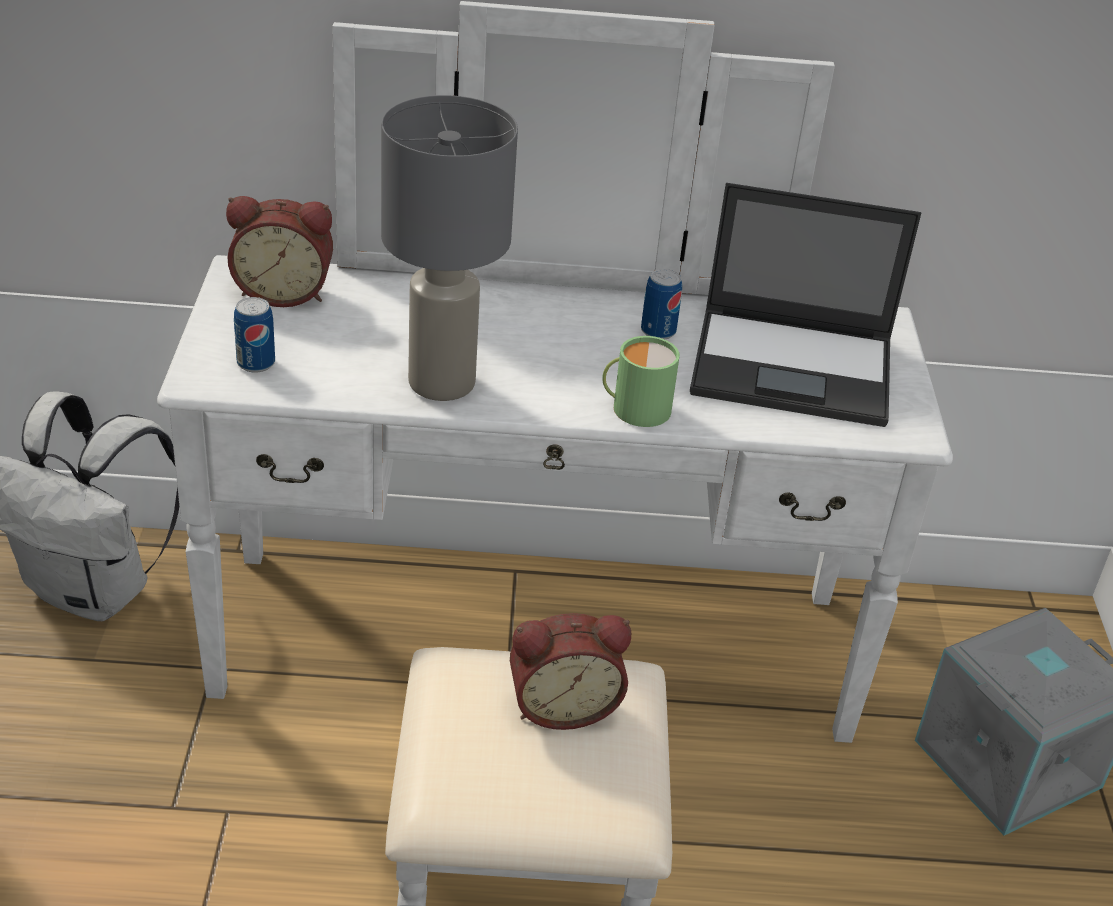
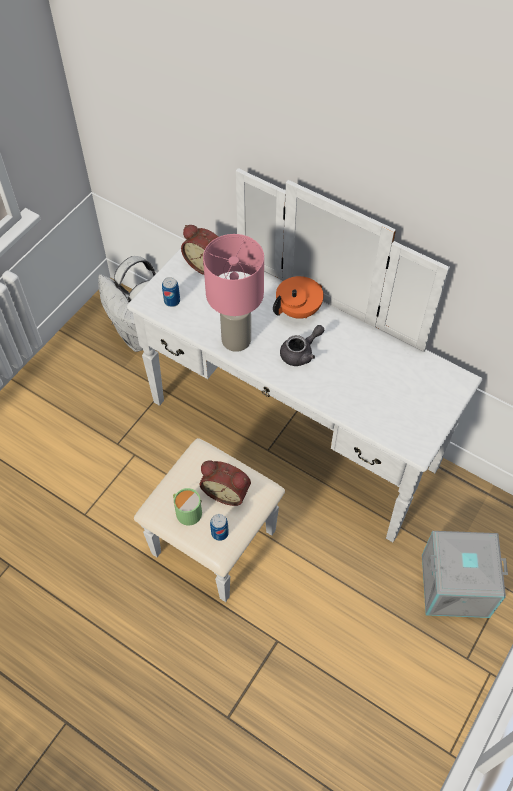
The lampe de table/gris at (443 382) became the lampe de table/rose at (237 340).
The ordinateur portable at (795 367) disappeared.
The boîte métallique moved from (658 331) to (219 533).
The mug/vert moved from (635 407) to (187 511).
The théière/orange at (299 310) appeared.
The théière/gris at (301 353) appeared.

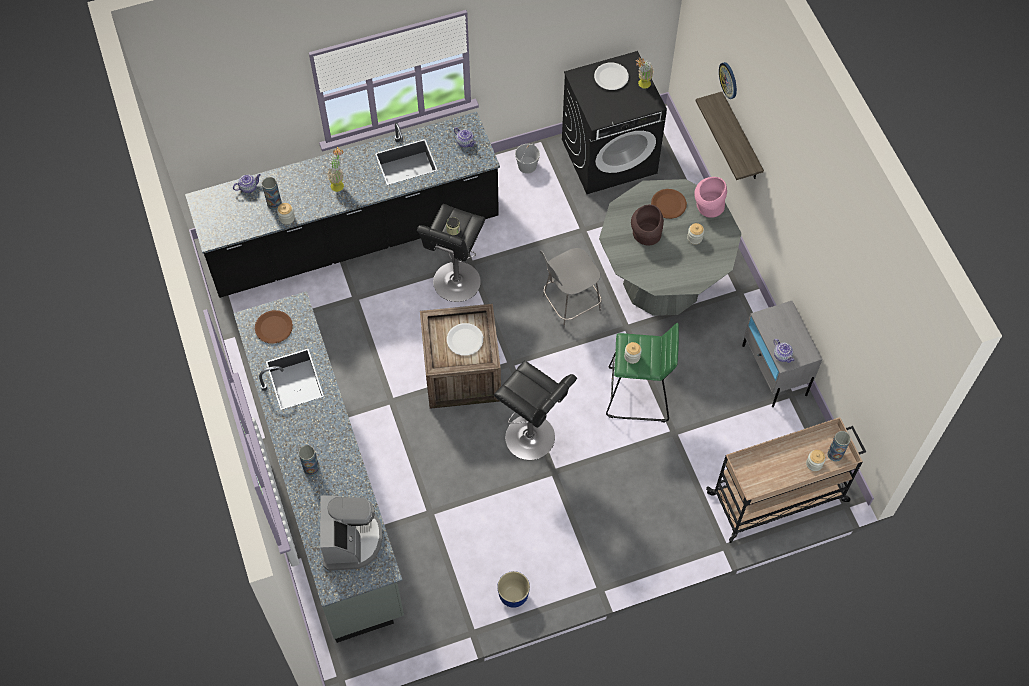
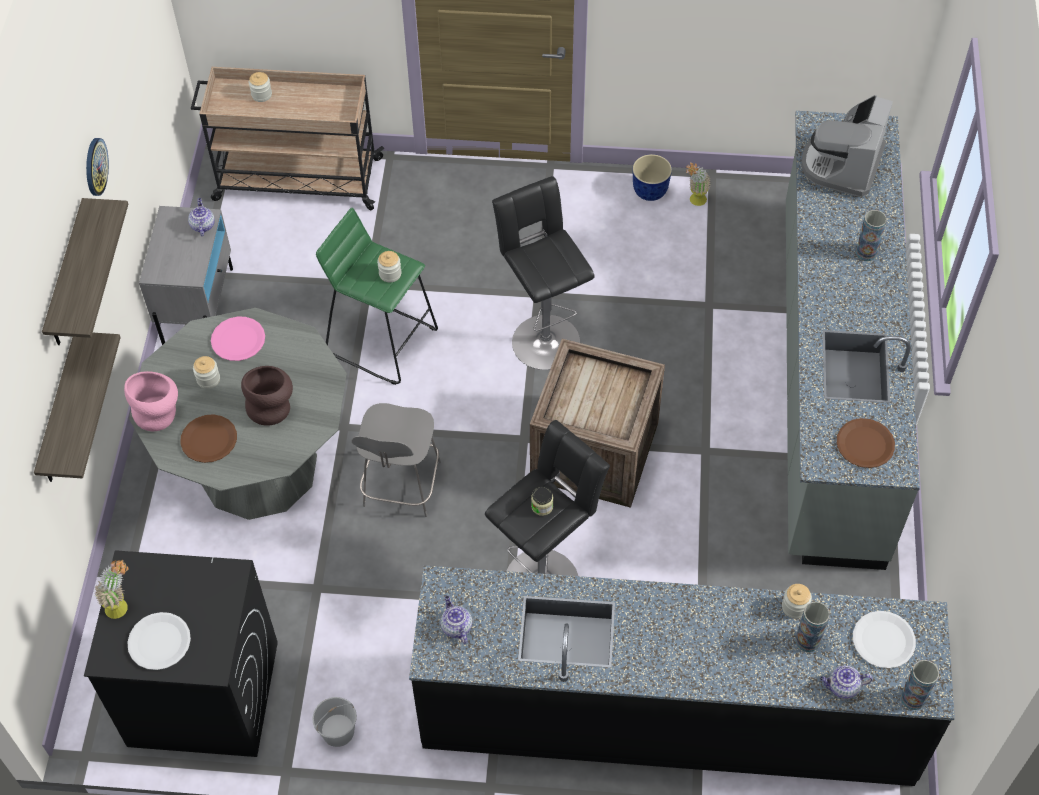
The horloge murale moved from (728 80) to (95 166).
The plante en pot moved from (338 183) to (695 202).
The chaise/gris at (569 304) turned 105 degrees clockwise.
The assiette/blanc moved from (465 340) to (883 640).
The vase moved from (835 454) to (913 698).
The étagère at (67 277) appeared.
The assiette/rose at (238 340) appeared.

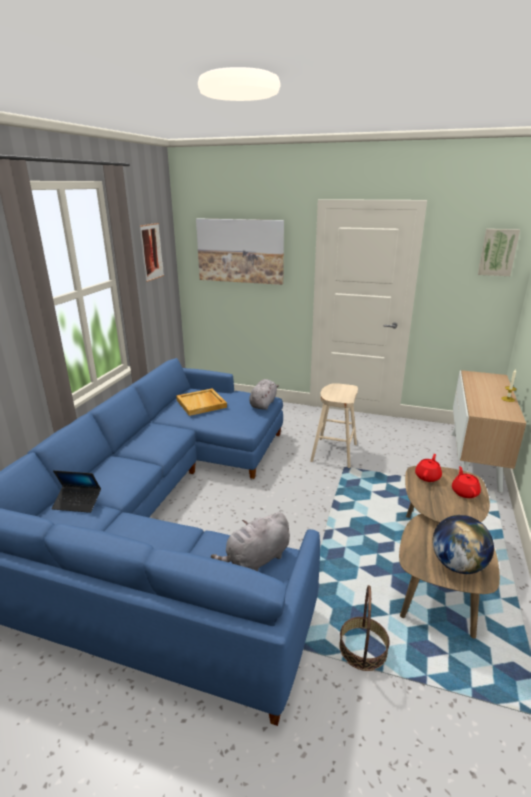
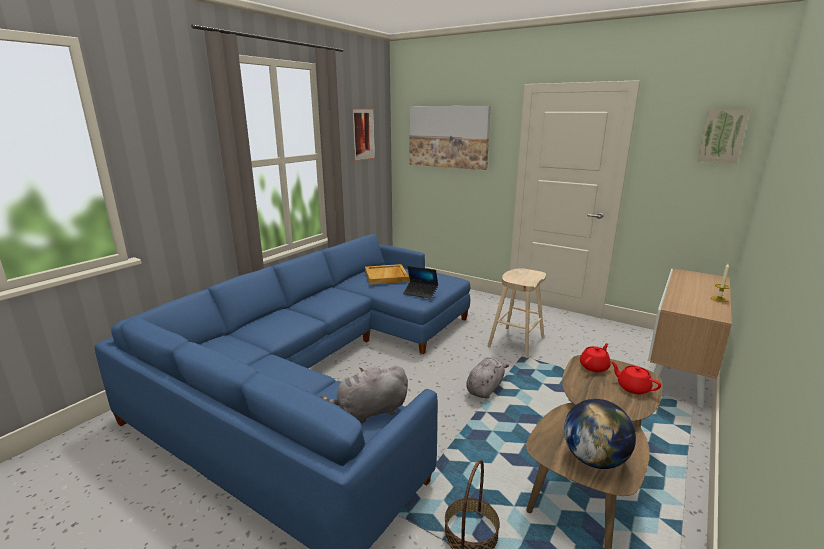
The peluche/gris moved from (263 404) to (485 388).
The théière/rouge at (464 492) turned 60 degrees counterclockwise.
The ordinateur portable moved from (77 502) to (420 293).

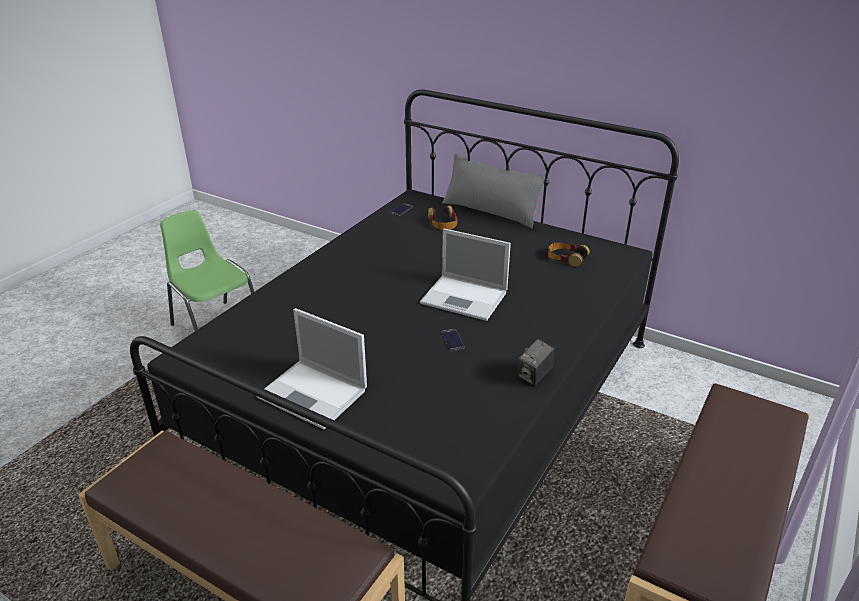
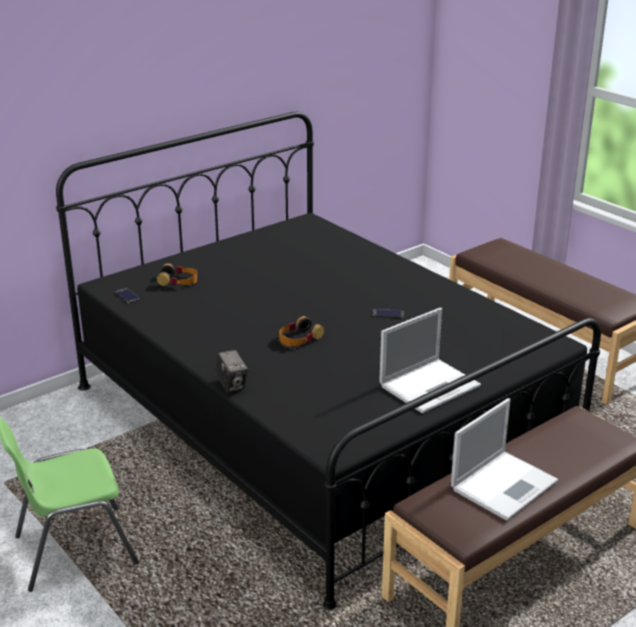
The coussin/gris at (491 211) disappeared.
The ordinateur portable moved from (465 298) to (505 484).
The casque audio moved from (566 258) to (299 338).
The appareil photo moved from (534 376) to (231 385).

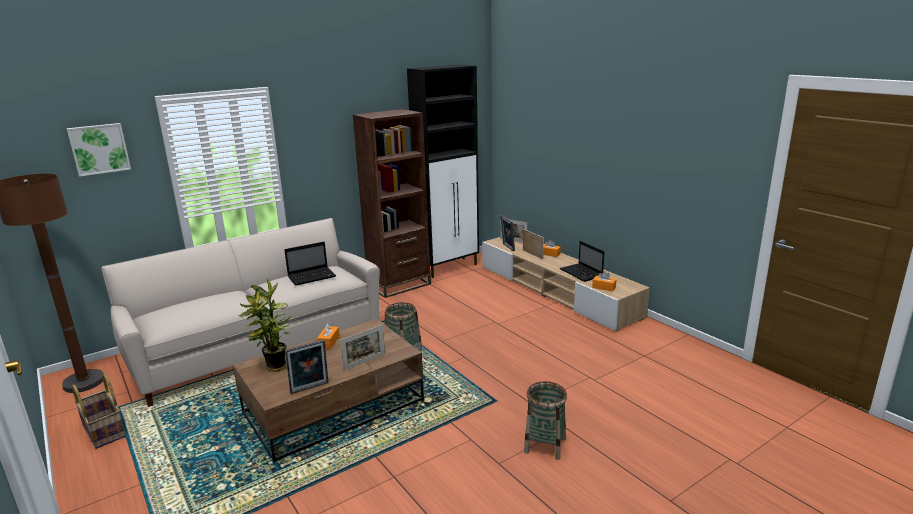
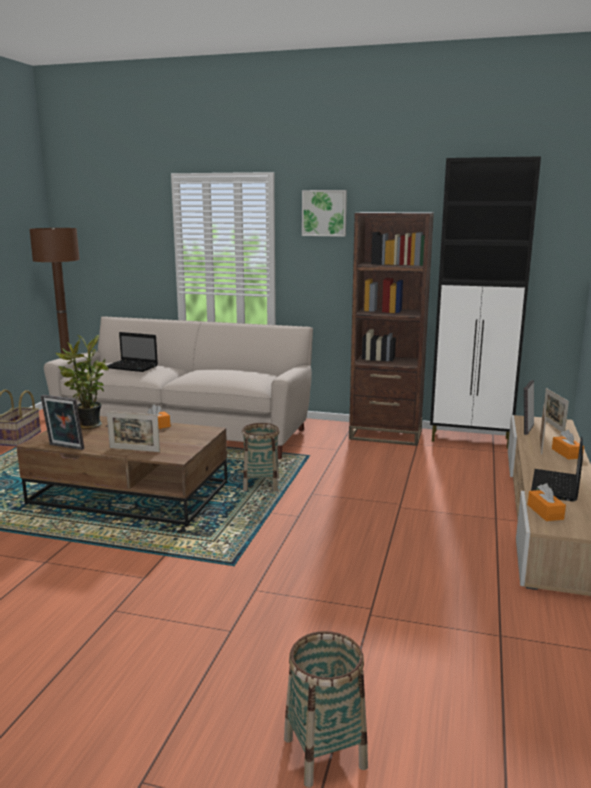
The tableau moved from (99 149) to (324 213).
The ordinateur portable moved from (312 276) to (132 367).
The panier moved from (545 445) to (325 752).

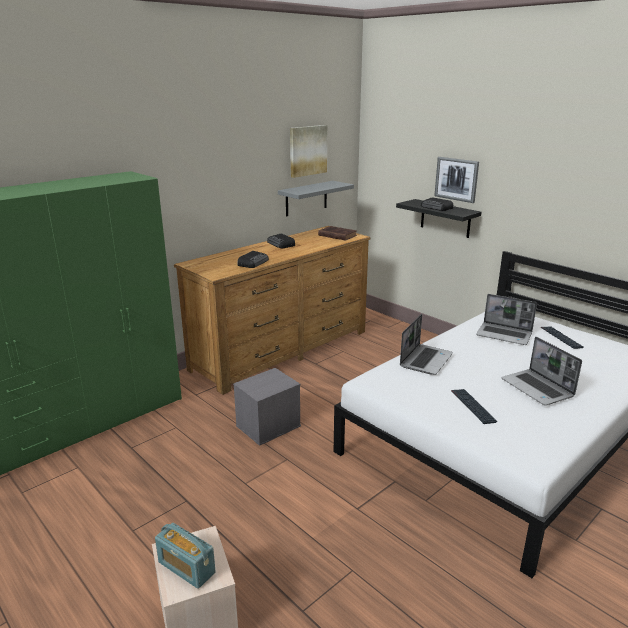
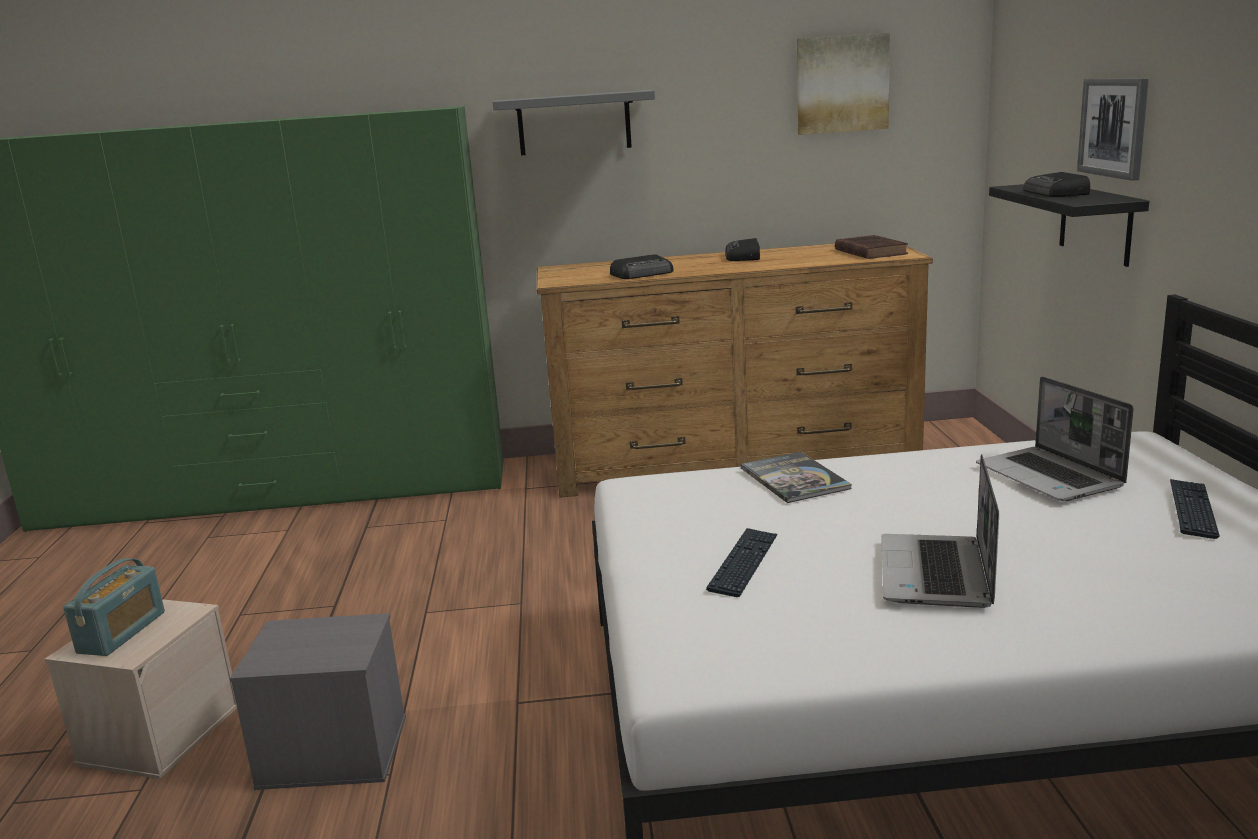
The étagère/gris moved from (306 198) to (574 123).
The ordinateur portable at (425 360) was replaced by the livre at (794 479).
The boîte de rangement/gris moved from (268 426) to (331 753).
The radio at (186 567) turned 150 degrees counterclockwise.

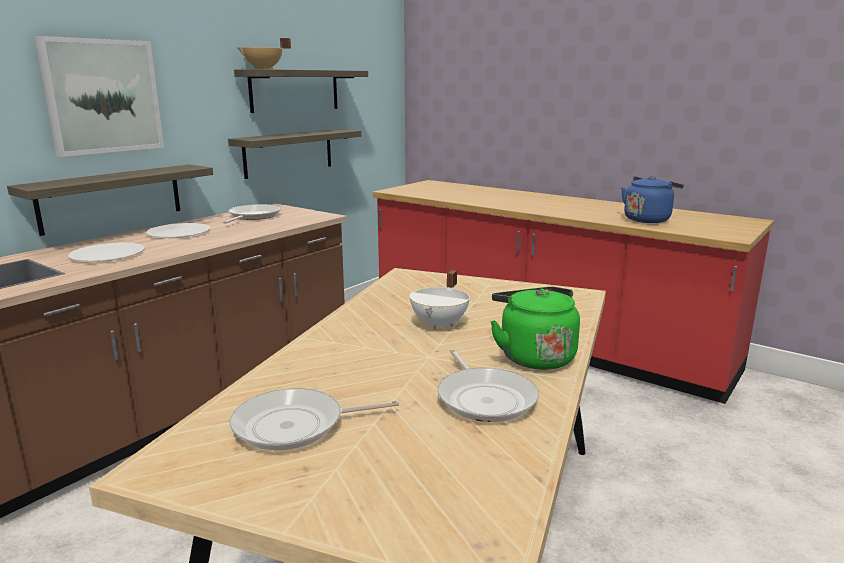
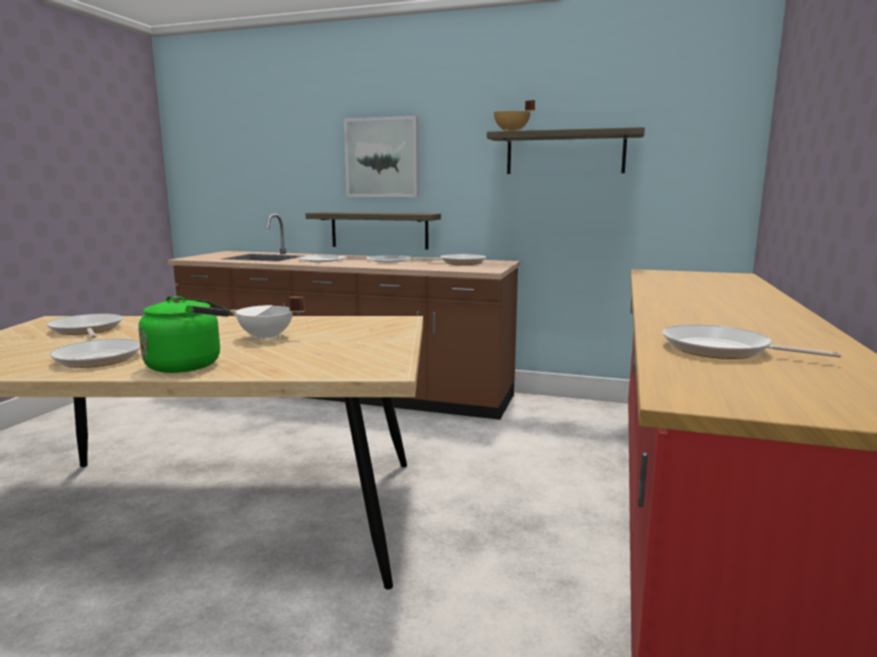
The étagère at (289 153) disappeared.
The bouilloire/bleu at (648 219) was replaced by the poêle at (722 350).

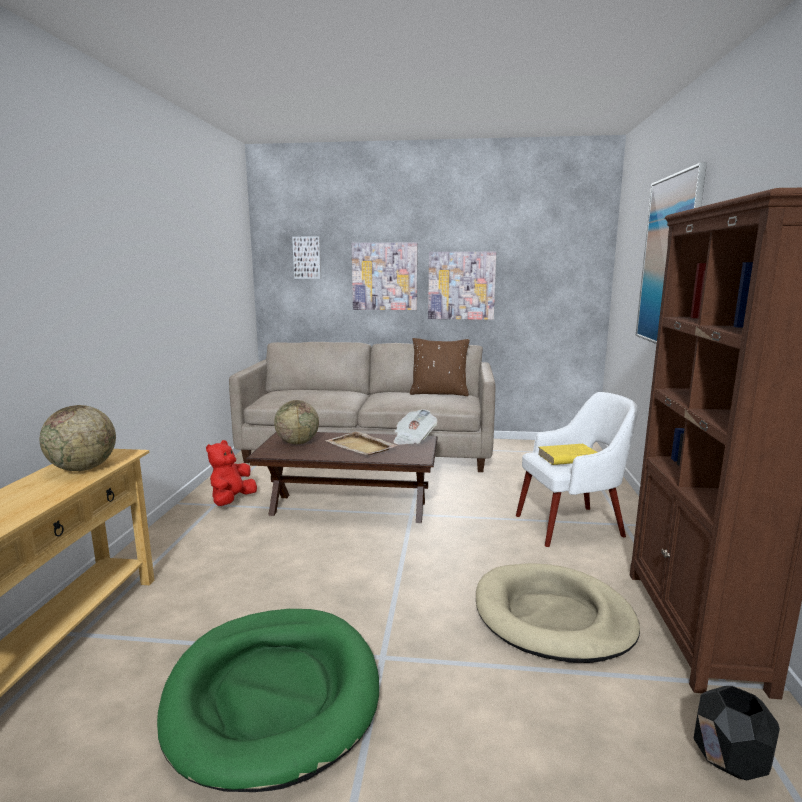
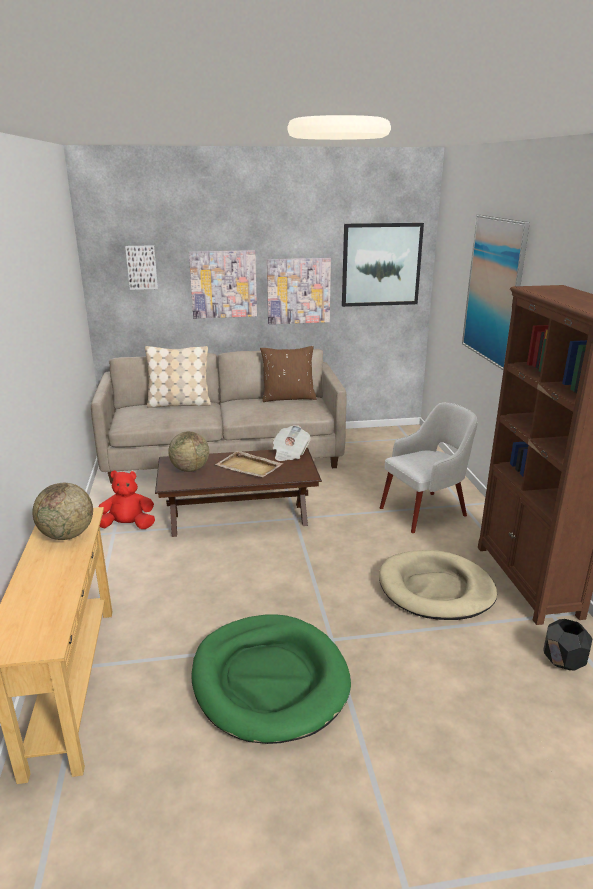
The peluche/rouge at (232 500) turned 75 degrees clockwise.
The livre/jaune at (568 458) disappeared.
The tableau at (381 265) appeared.
The coussin/beige at (179 404) appeared.

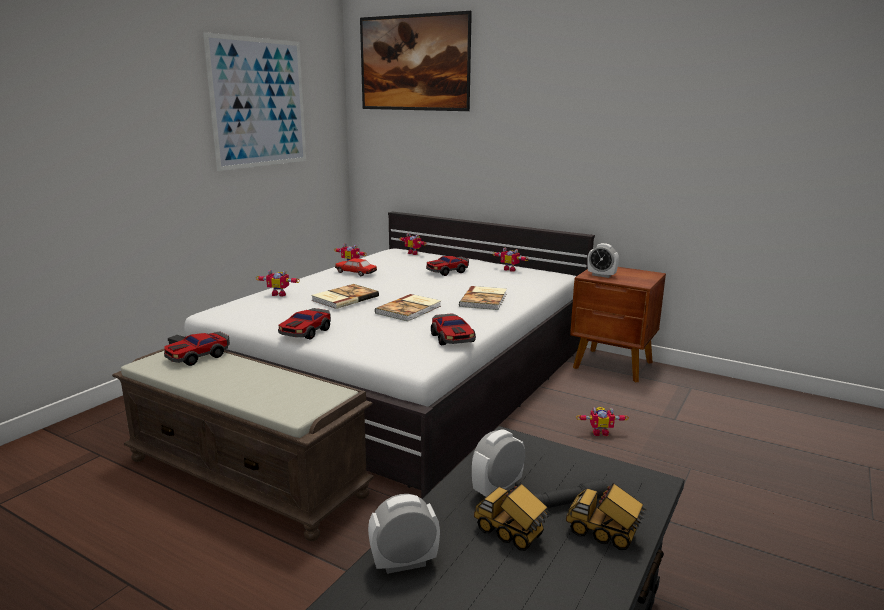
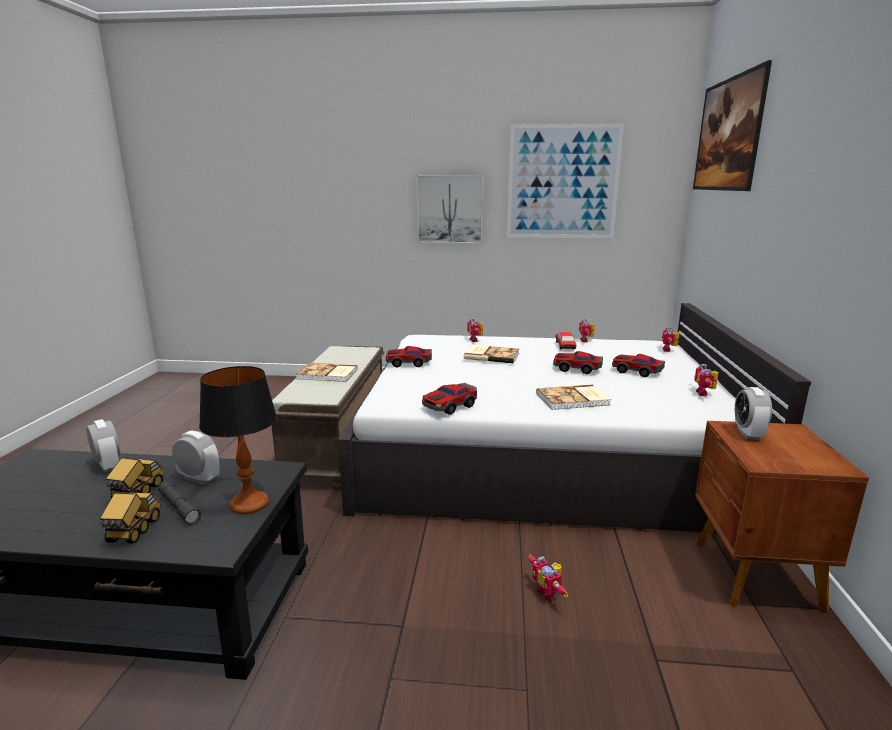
The livre moved from (410 309) to (327 374).
The petite voiture moved from (198 356) to (577 369).
The tableau at (450 209) appeared.
The lampe de table at (249 503) appeared.

